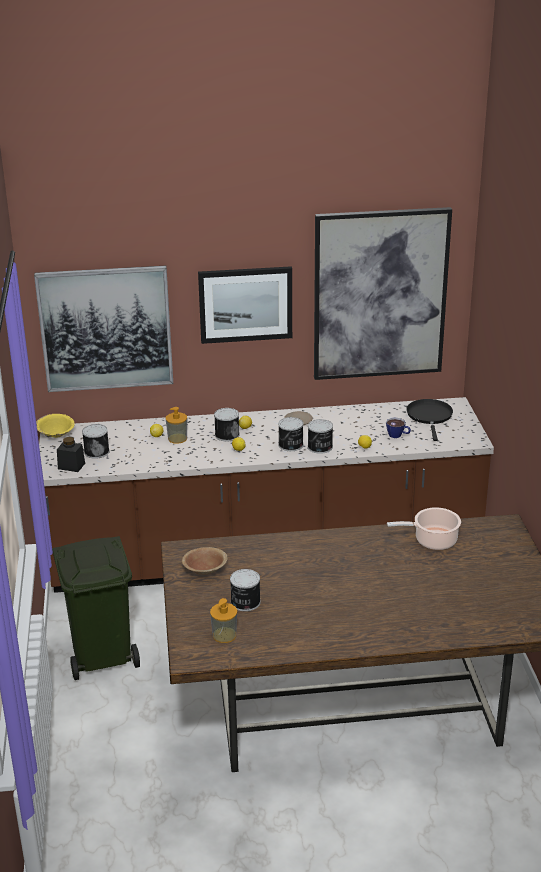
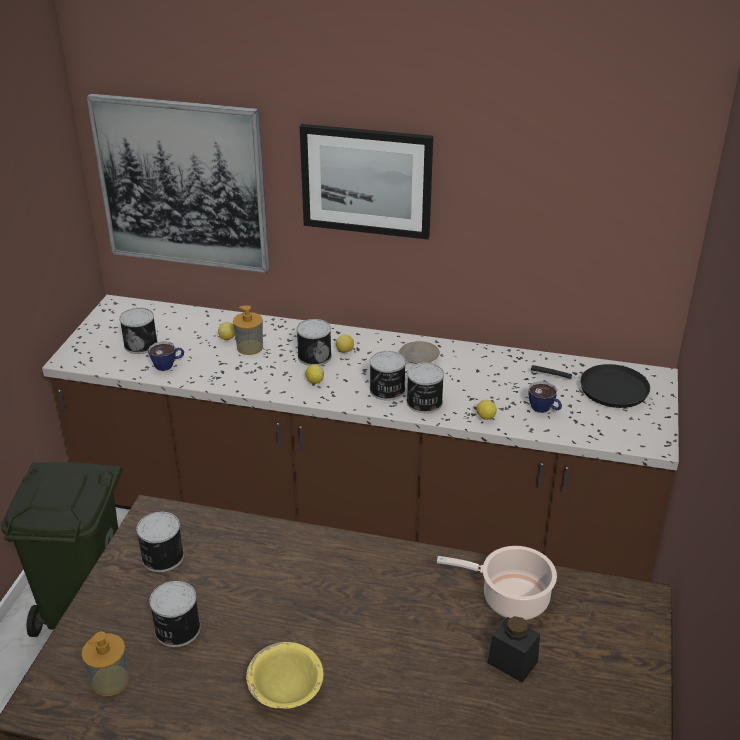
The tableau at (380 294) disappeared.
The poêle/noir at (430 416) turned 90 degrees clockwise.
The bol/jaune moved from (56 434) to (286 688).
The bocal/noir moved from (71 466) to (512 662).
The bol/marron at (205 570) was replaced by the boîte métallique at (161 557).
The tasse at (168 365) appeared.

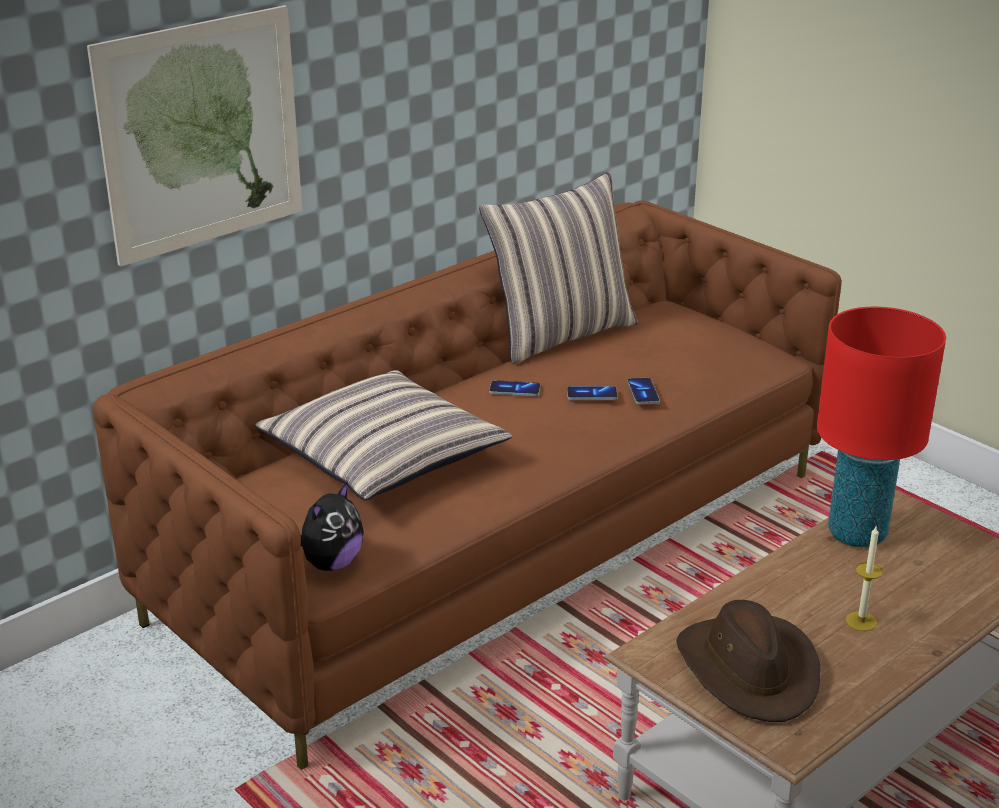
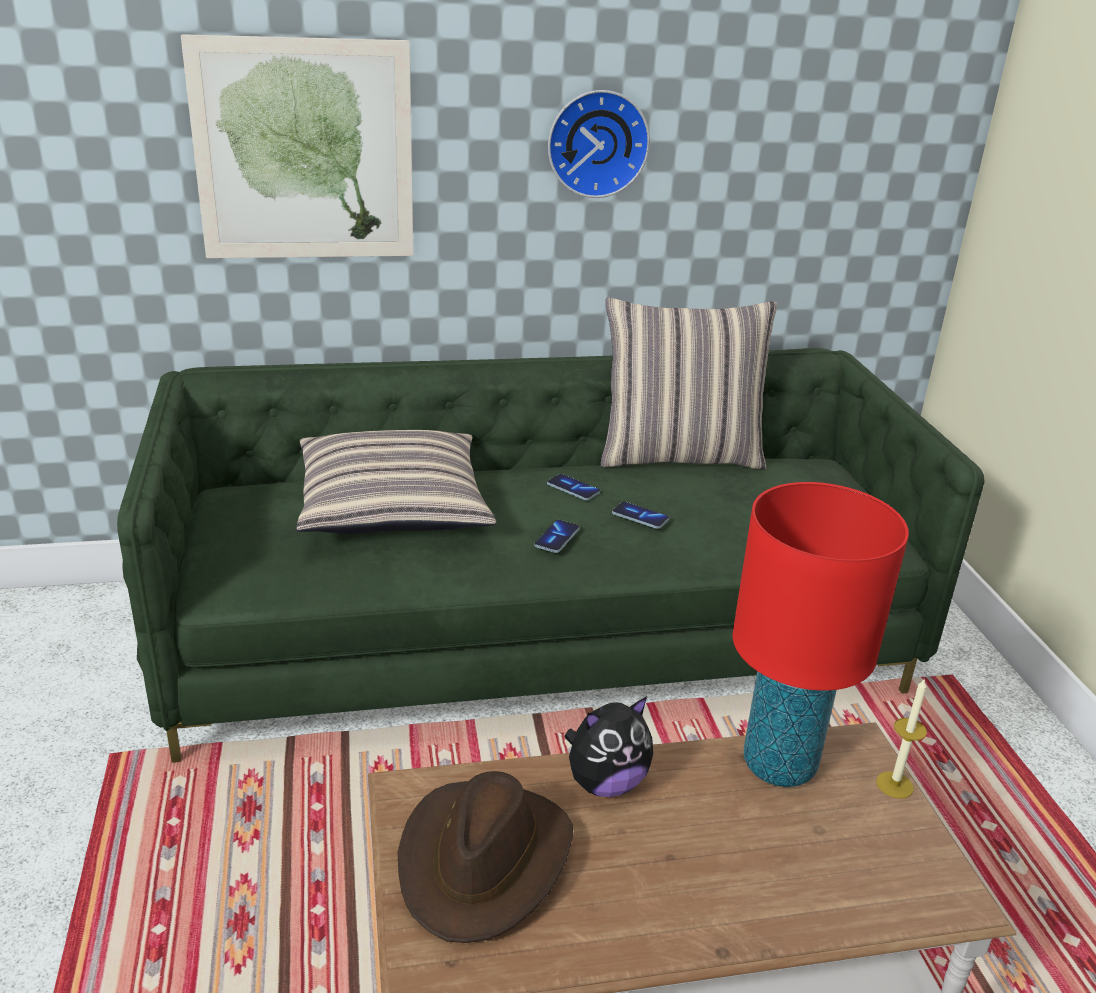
The canapé/marron at (499 543) became the canapé/vert at (541 638).
The téléphone moved from (643 392) to (557 538).
The peluche moved from (330 563) to (605 783).
The bougie moved from (861 621) to (894 785).
The horloge murale at (597 143) appeared.

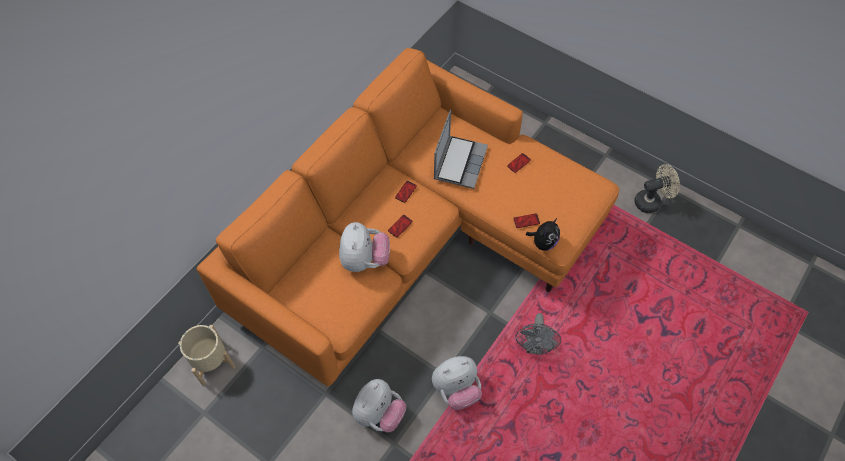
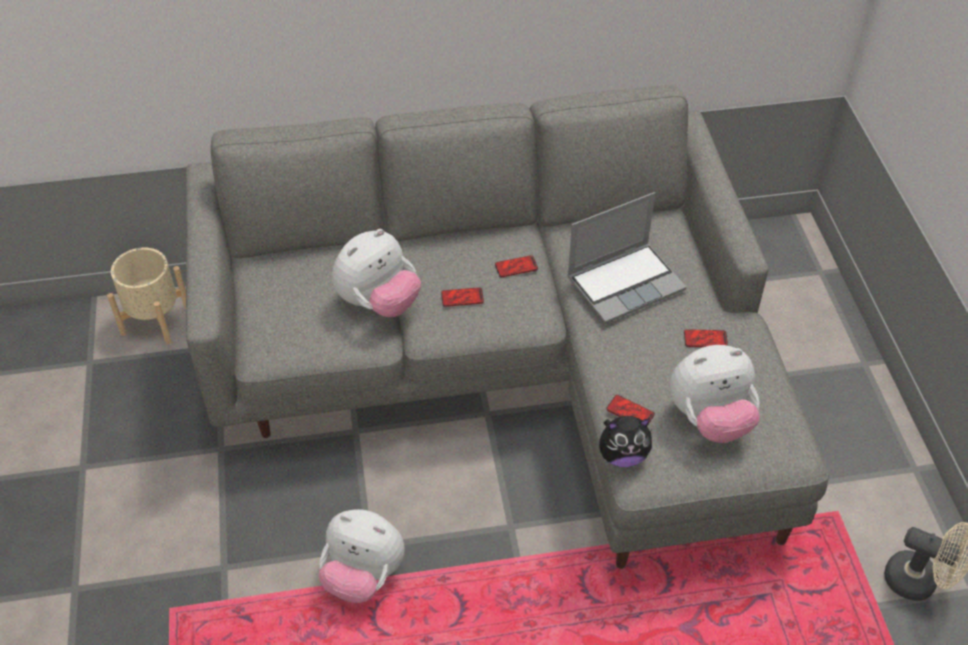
The canapé/orange at (412 242) became the canapé/gris at (511 369).
The ventilateur/gris at (534 347) disappeared.
The peluche moved from (379 414) to (710 419).

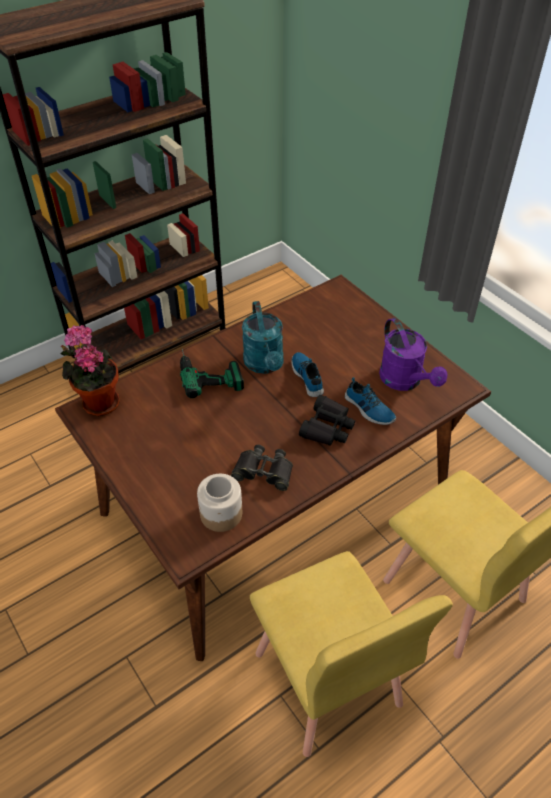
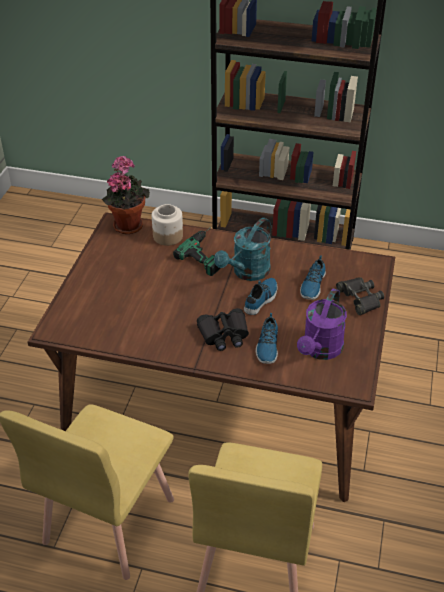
The jumelles/noir moved from (264 471) to (360 298).
The bocal moved from (221 514) to (167 236).
The chaussure at (312 285) appeared.

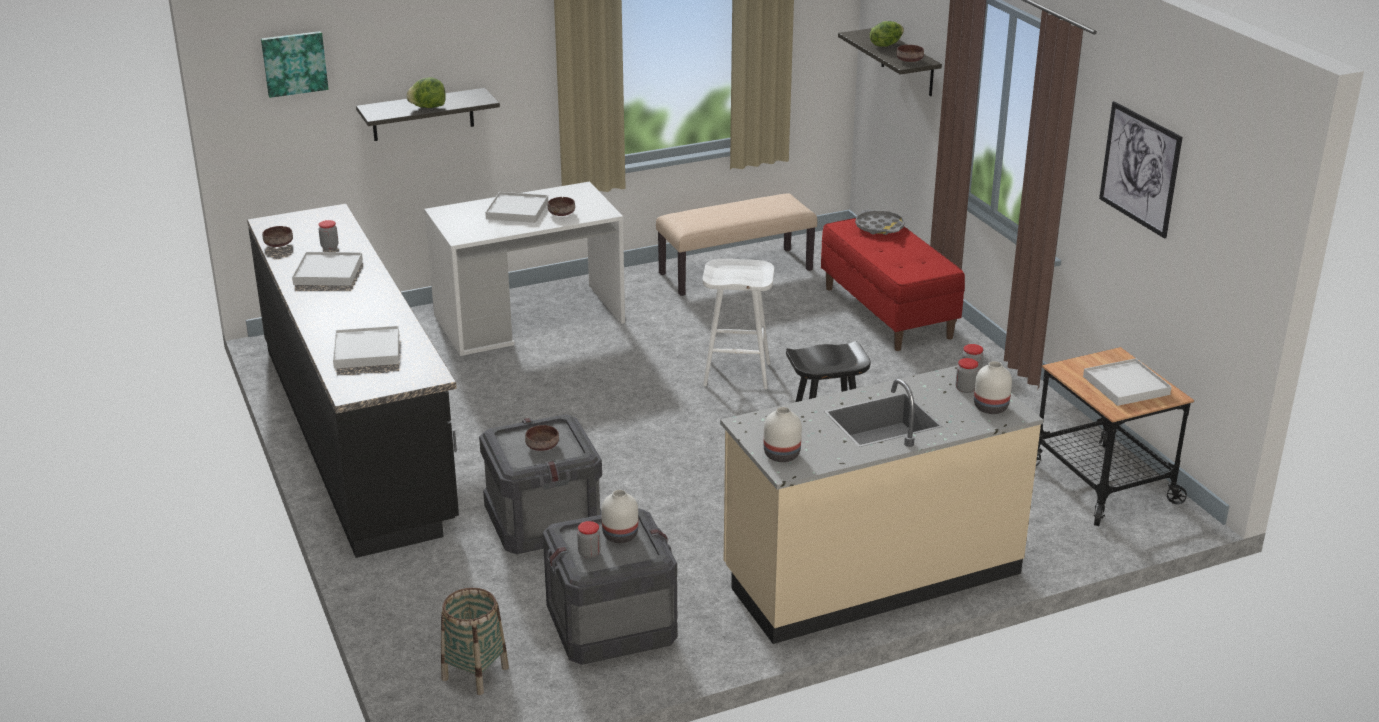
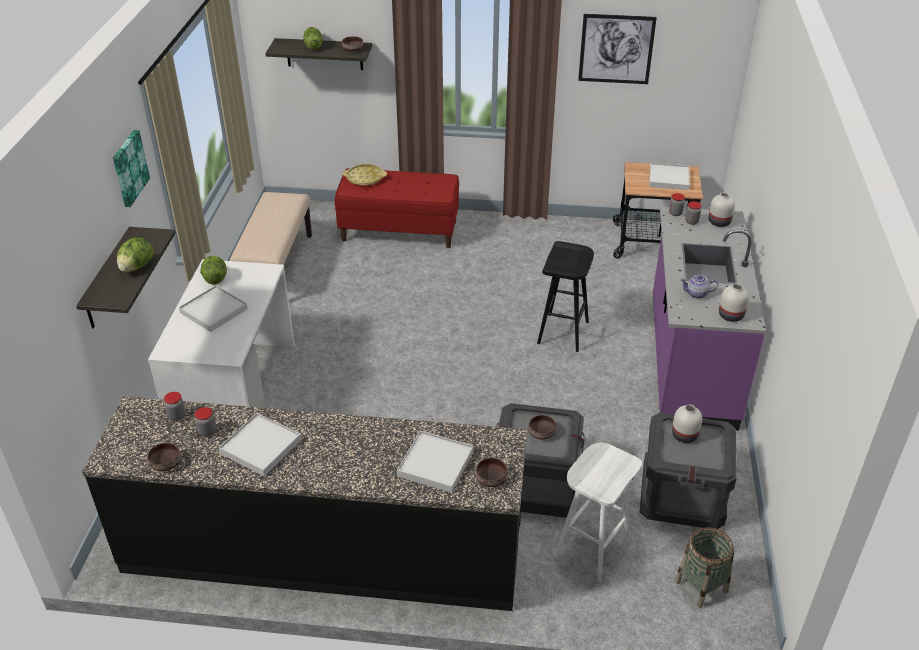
The tableau moved from (294 63) to (129 168).
The bol/marron moved from (561 214) to (491 479).
The plateau/gris at (879 227) became the plateau/jaune at (365 178).
The tabouret/blanc moved from (738 374) to (592 547).
The comptoir de cuisine/beige at (871 574) became the comptoir de cuisine/violet at (689 361).
The bocal moved from (589 553) to (177 416).
The laitue at (215 279) appeared.
The théière at (697 294) appeared.

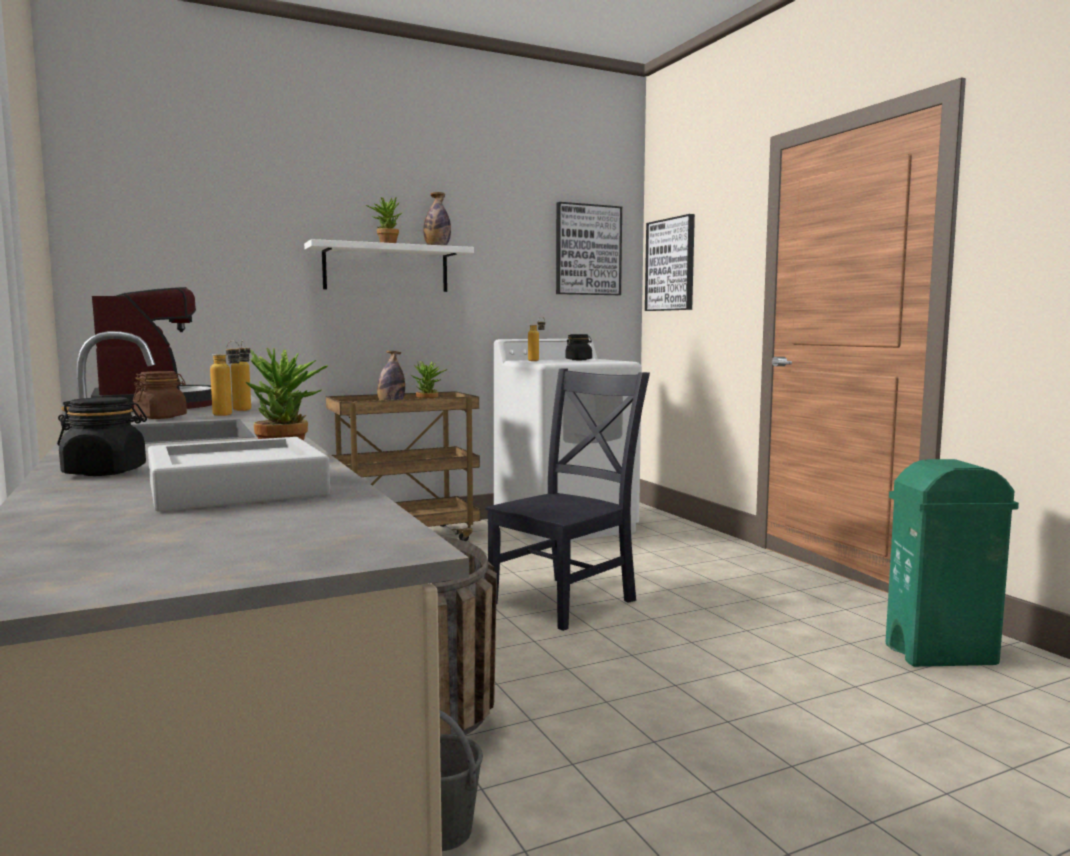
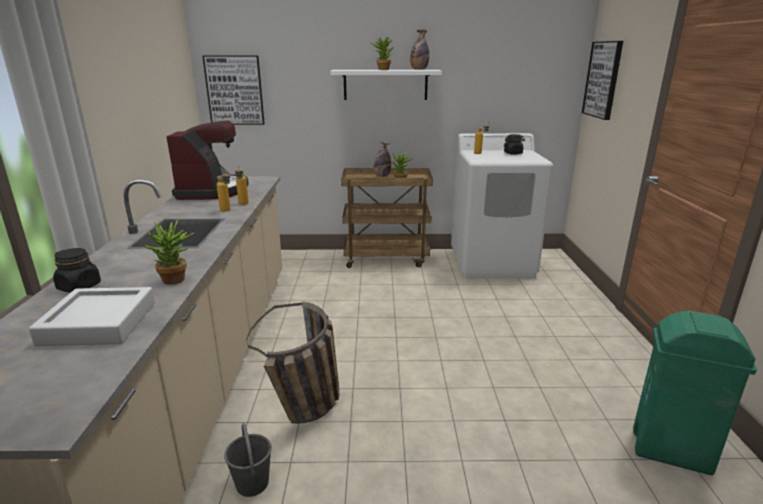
The tableau moved from (588 250) to (235 90).
The chaise/noir at (567 600) disappeared.
The bocal/marron at (161 417) disappeared.

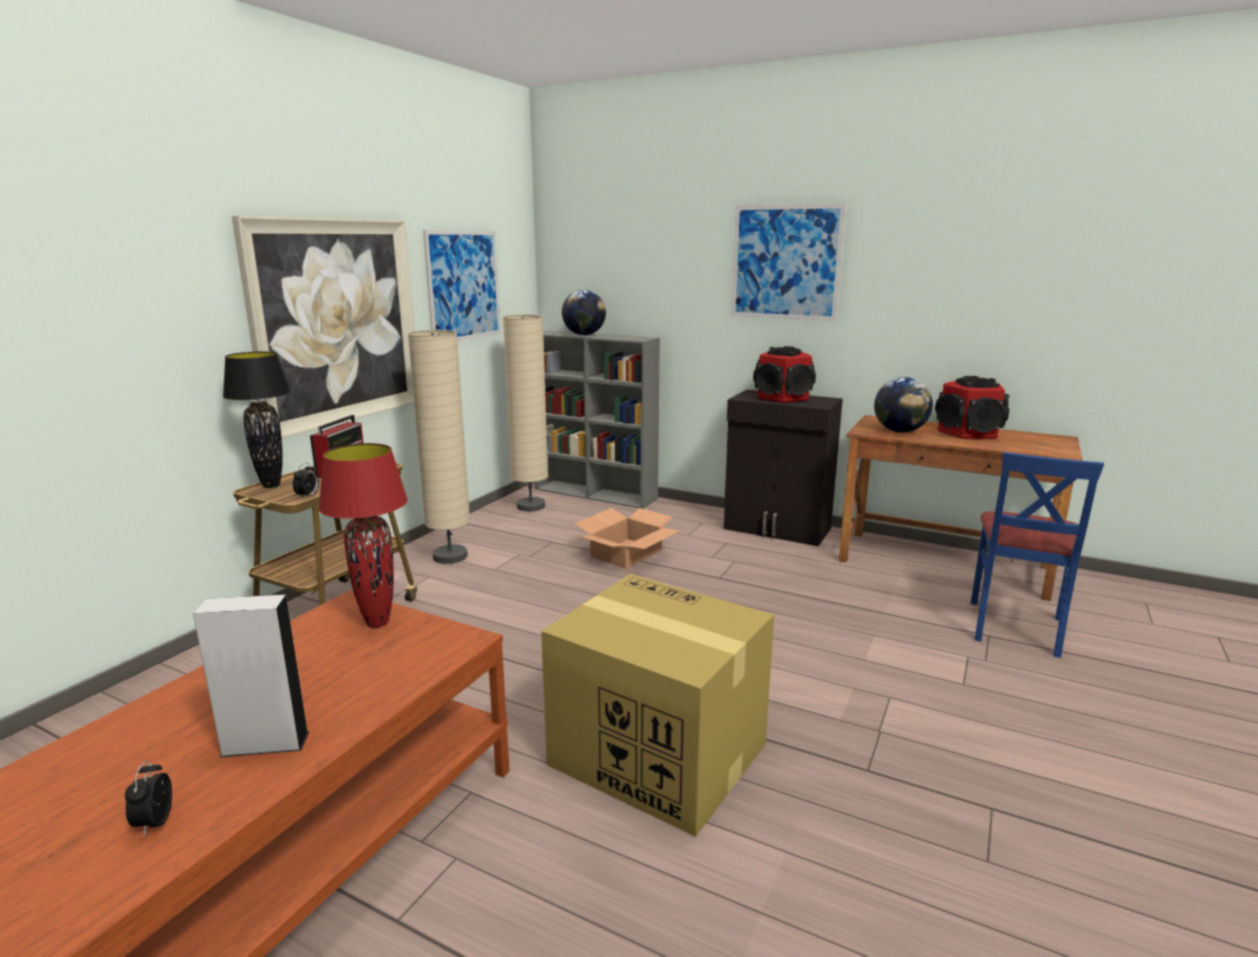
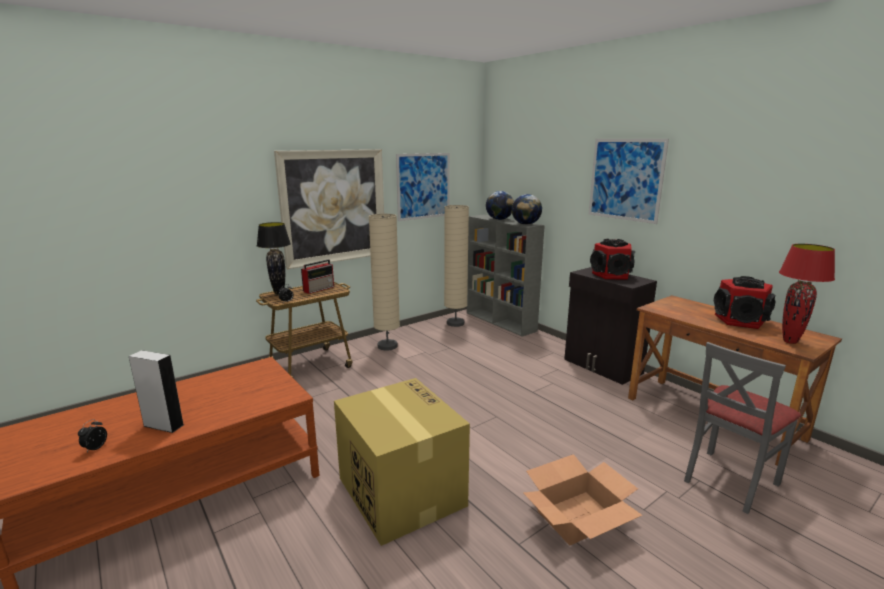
The globe moved from (900 431) to (526 224).
The lampe de table/rouge moved from (378 622) to (790 341).
The chaise/bleu at (1015 627) became the chaise/gris at (729 480).
The carton moved from (626 553) to (578 517).

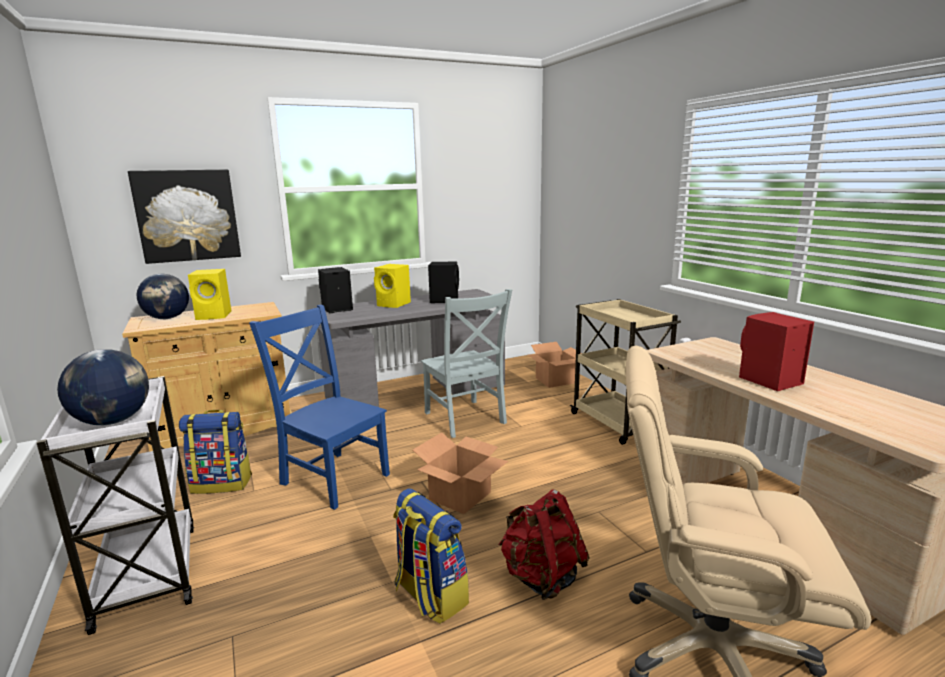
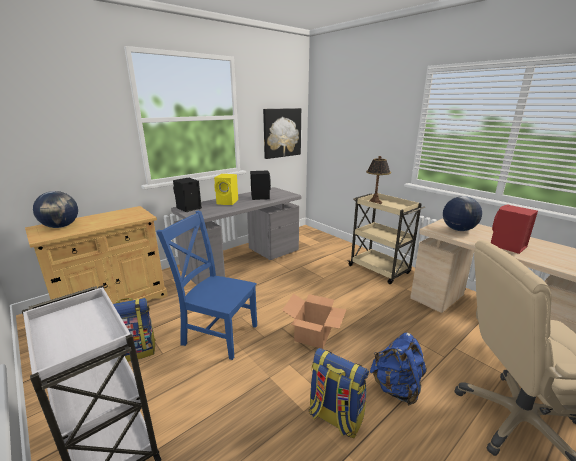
The tableau moved from (187 215) to (282 133).
The enceinte/jaune at (215 315) disappeared.
The chaise/gris at (465 419) disappeared.
The carton at (555 380) disappeared.
The globe moved from (113 421) to (458 229).
The sac à dos/rouge at (541 577) became the sac à dos/bleu at (396 388).
The lampe de table at (375 202) appeared.

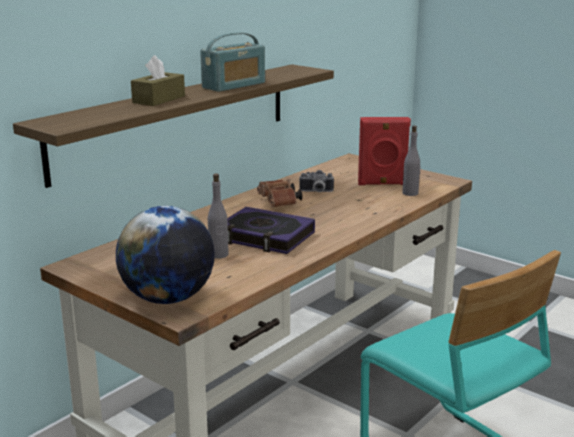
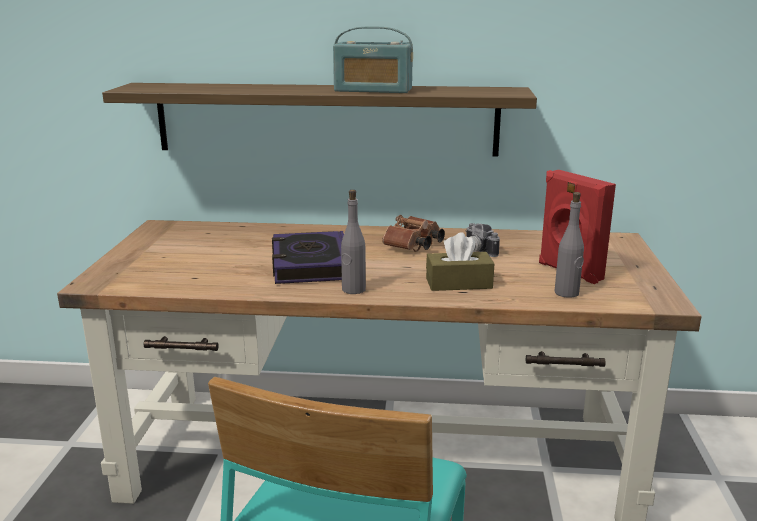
The boîte à mouchoirs/marron moved from (159 99) to (459 283).
The bouteille/gris moved from (218 255) to (353 290).
The globe at (168 298) disappeared.

